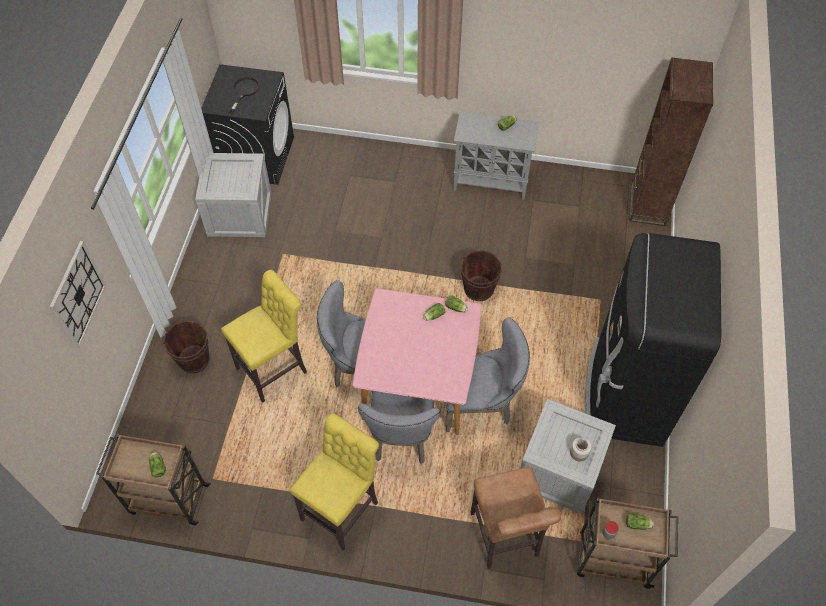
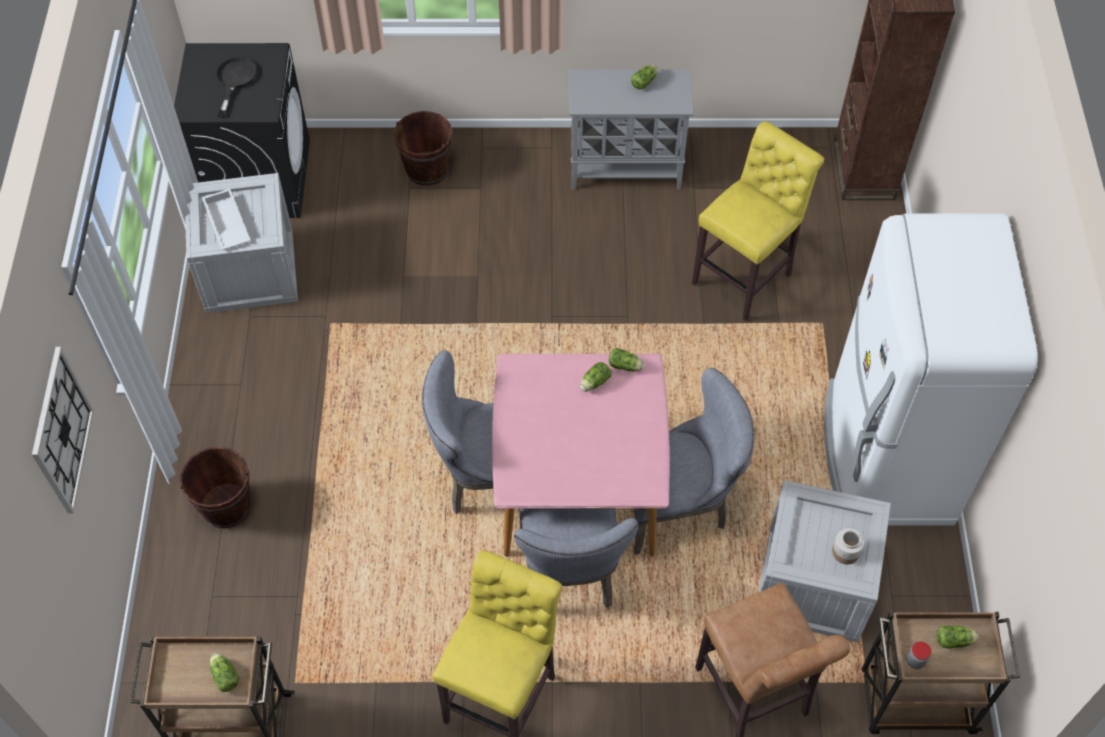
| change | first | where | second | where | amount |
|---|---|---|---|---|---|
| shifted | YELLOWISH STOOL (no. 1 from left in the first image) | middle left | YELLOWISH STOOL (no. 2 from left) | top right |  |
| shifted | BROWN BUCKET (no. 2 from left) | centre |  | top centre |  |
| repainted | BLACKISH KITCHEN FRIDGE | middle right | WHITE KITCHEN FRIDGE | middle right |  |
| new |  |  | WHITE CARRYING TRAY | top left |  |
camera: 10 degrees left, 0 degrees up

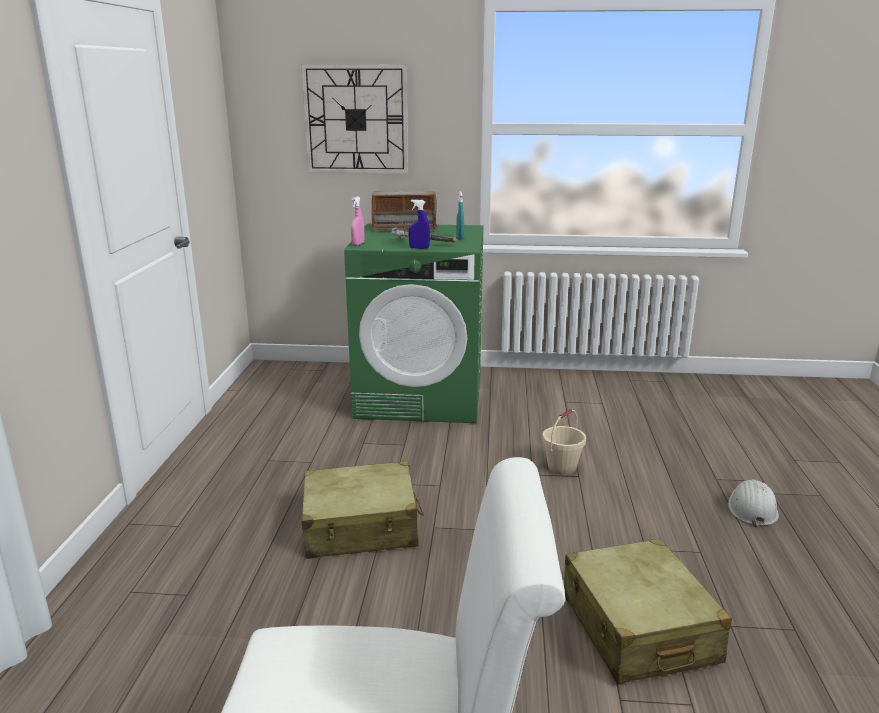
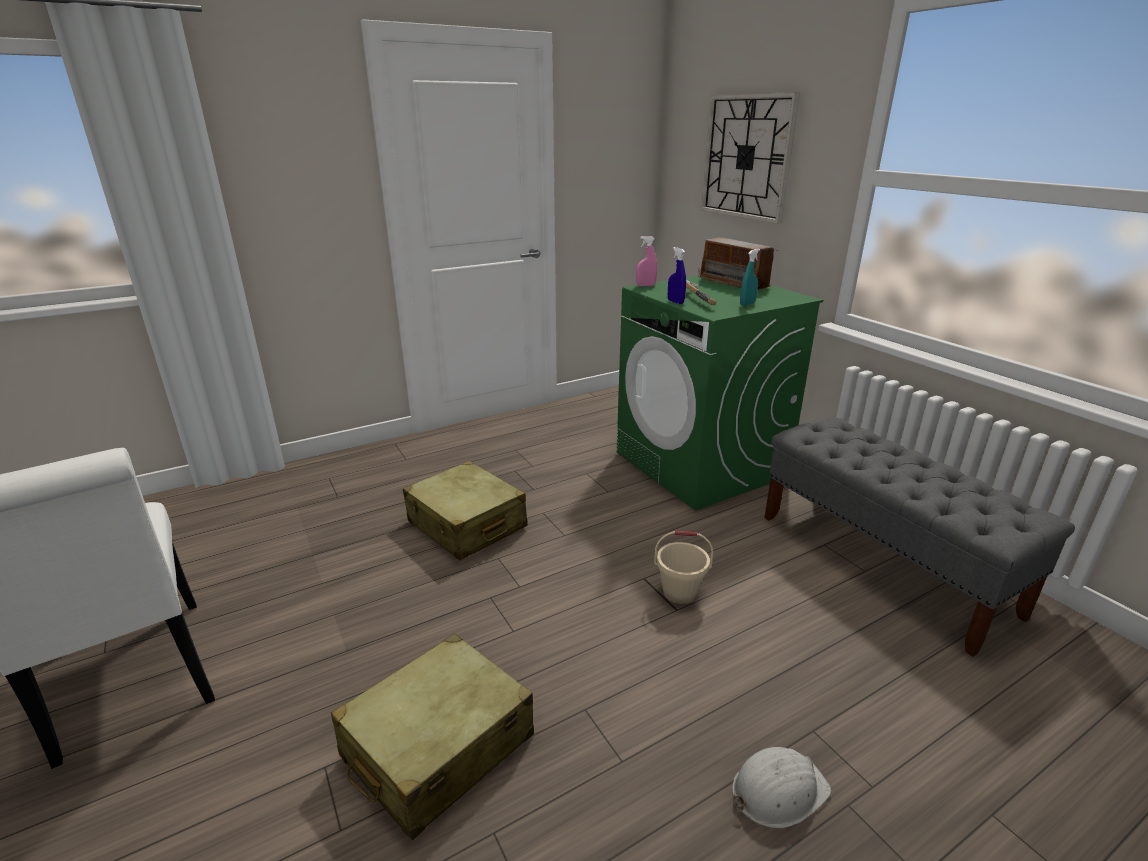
| change | first | where | second | where | amount |
|---|---|---|---|---|---|
| new |  |  | GREYISH LONG SEAT | middle right |  |
camera: 55 degrees right, 5 degrees up

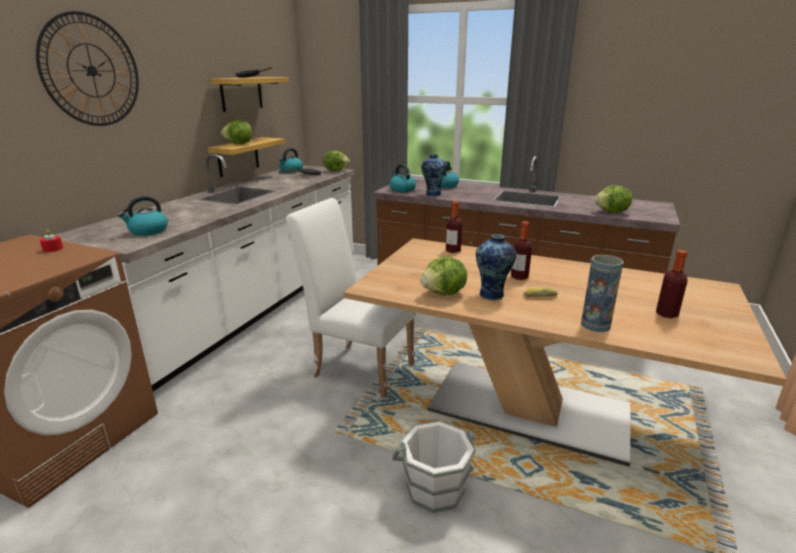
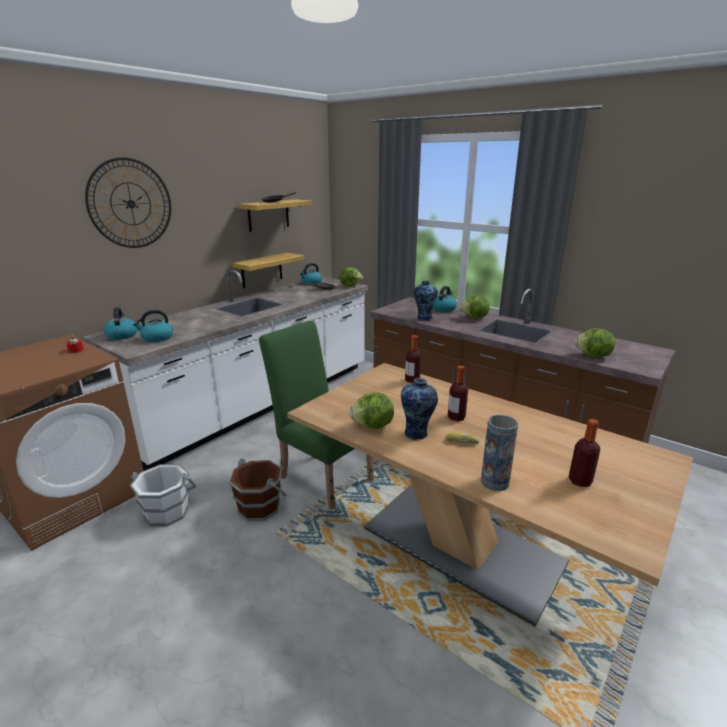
| change | first | where | second | where | amount |
|---|---|---|---|---|---|
| shifted | LETTUCE (no. 1 from left in the first image) | top left | LETTUCE (no. 3 from left) | centre |  |
| repainted | WHITE UPRIGHT CHAIR | centre | GREEN-COLOURED UPRIGHT CHAIR | centre |  |
| shifted | TEA KETTLE (no. 3 from left in the first image) | top centre | TEA KETTLE (no. 1 from left) | middle left |  |
| shifted | WHITE BUCKET | bottom centre |  | bottom left |  |
| new |  |  | BROWN BUCKET | bottom centre |  |
camera: 15 degrees right, 0 degrees up

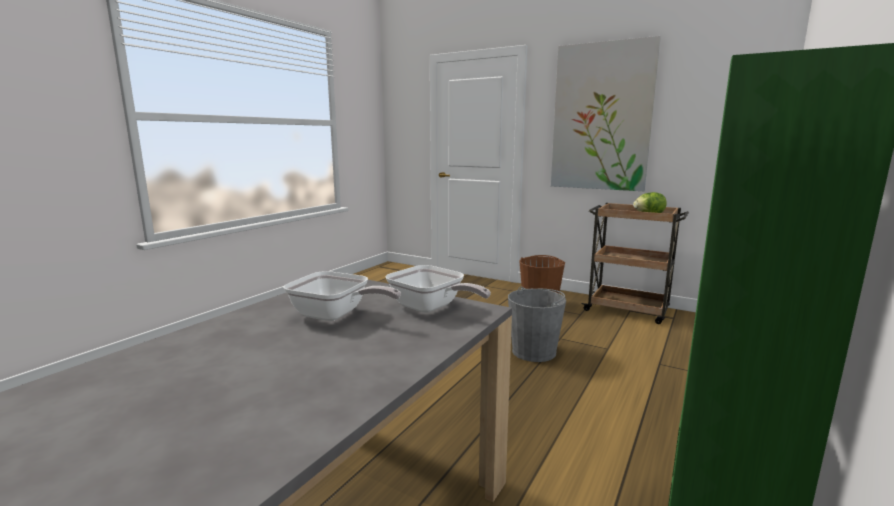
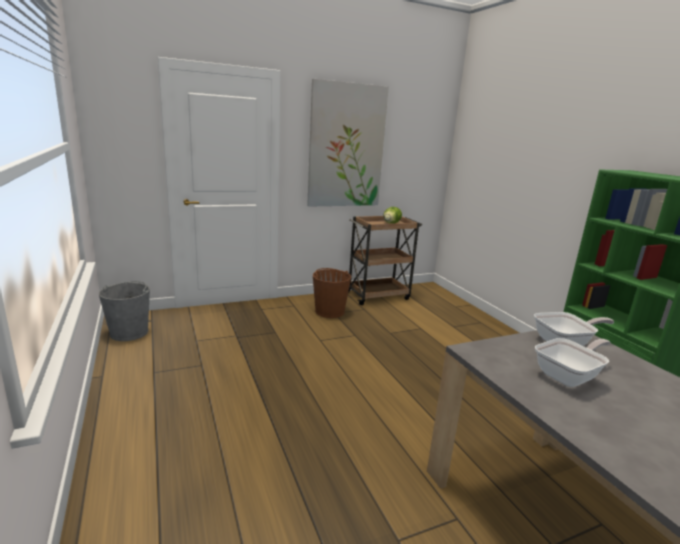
| change | first | where | second | where | amount |
|---|---|---|---|---|---|
| shifted | GREYISH BUCKET | centre |  | middle left |  |
camera: 55 degrees left, 5 degrees up

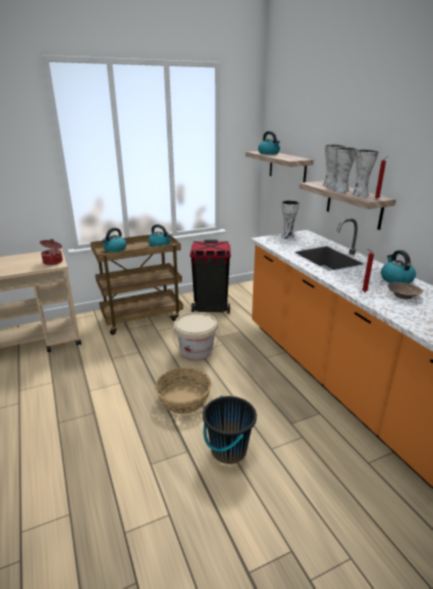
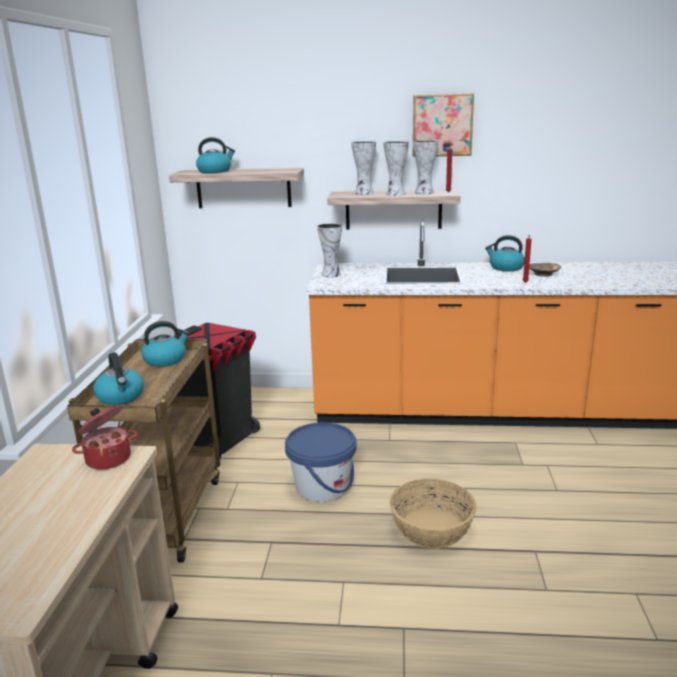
| change | first | where | second | where | amount |
|---|---|---|---|---|---|
| repainted | BEIGE BUCKET | centre | BLUE-COLOURED BUCKET | bottom centre |  |
| gone | BLACKISH BUCKET | bottom centre |  |  |  |
| new |  |  | WALL ART | top centre |  |
camera: 60 degrees left, 5 degrees down

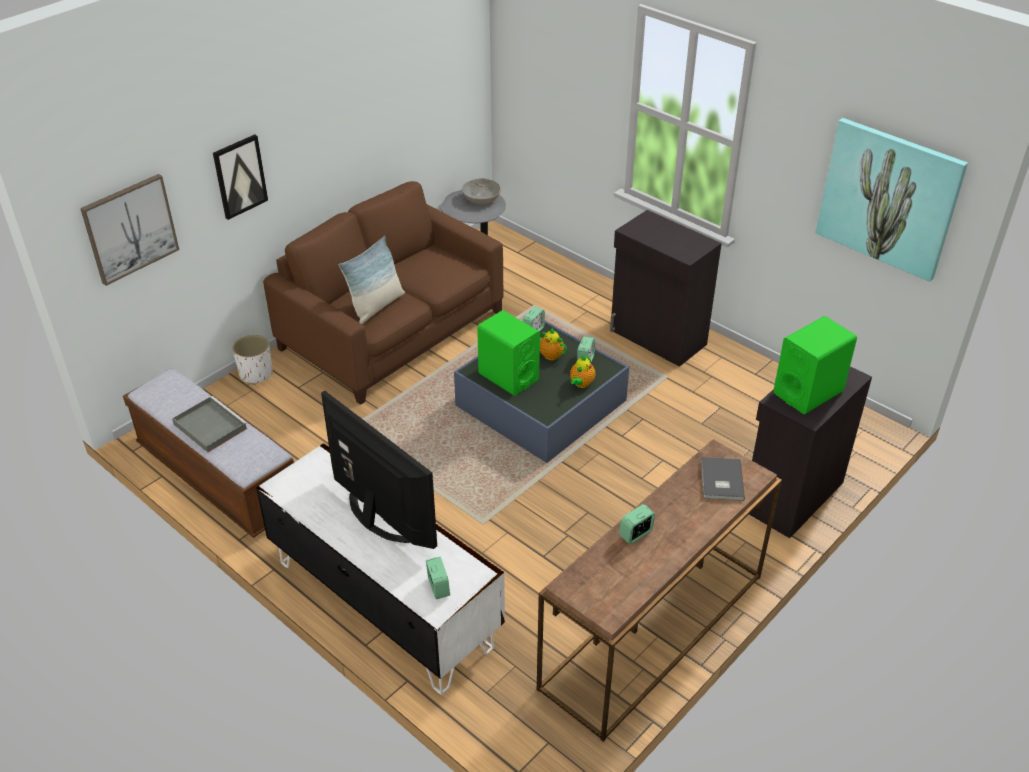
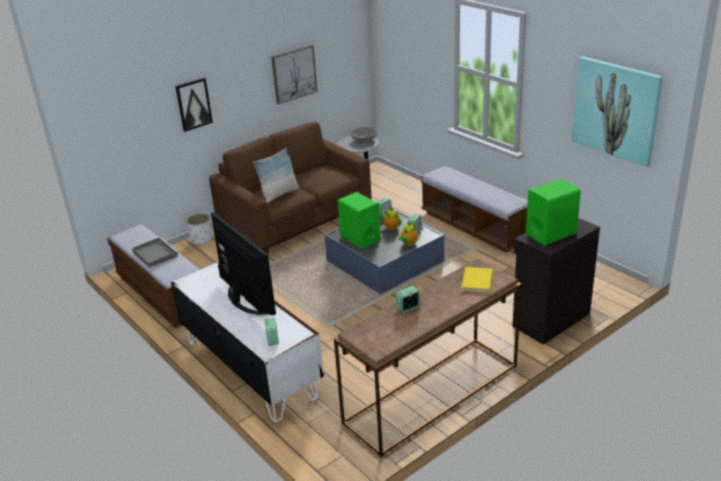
| change | first | where | second | where | amount |
|---|---|---|---|---|---|
| shifted | WALL ART (no. 1 from left in the first image) | top left | WALL ART (no. 2 from left) | top centre |  |
| swapped | BLACKISH CABINET (no. 1 from left) | centre | LONG SEAT (no. 2 from left) | centre |  |
| repainted | GREYISH BOUND BOOK | middle right | YELLOWISH BOUND BOOK | centre |  |
camera: 10 degrees right, 10 degrees down

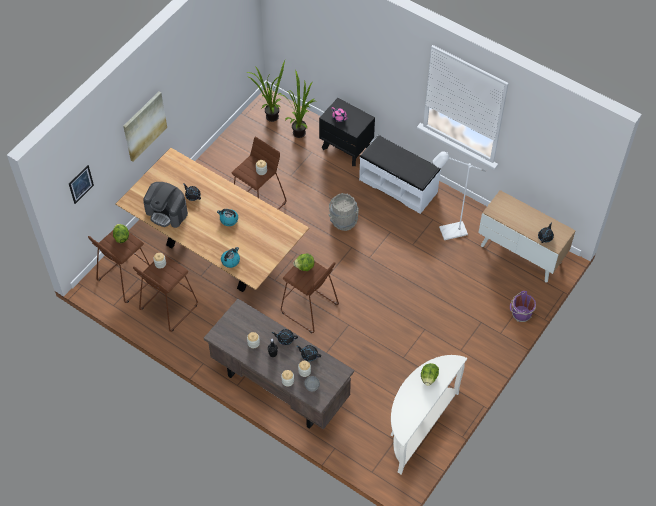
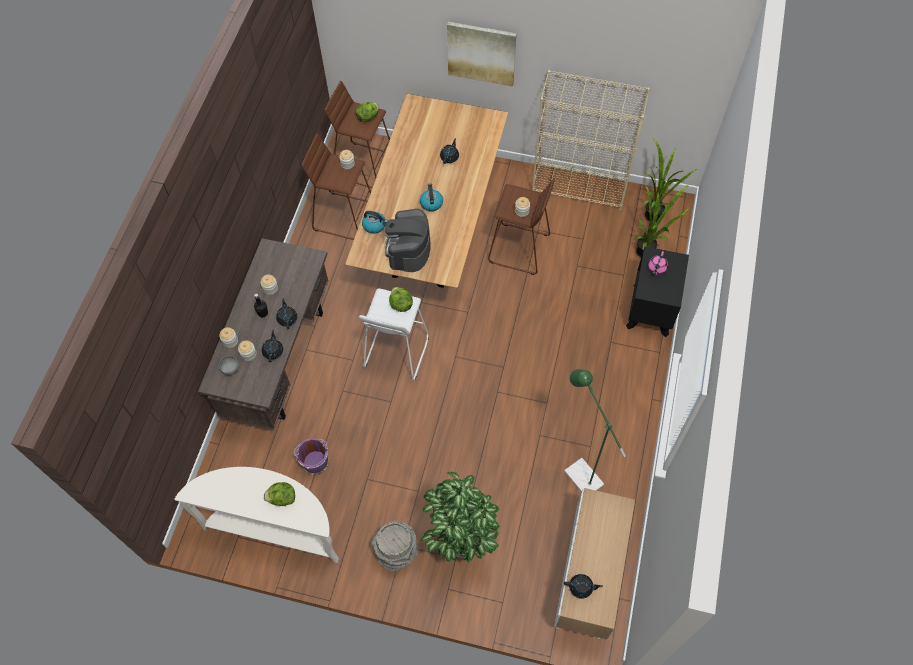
| change | first | where | second | where | amount |
|---|---|---|---|---|---|
| gone | WALL ART (no. 1 from left) | middle left |  |  |  |
| shifted | COFFEE MAKER | middle left |  | centre |  |
| repainted | BROWN STOOL (no. 4 from left) | centre | WHITE STOOL | centre |  |
| shifted | GREYISH BUCKET | centre |  | bottom centre |  |
| gone | WHITE LONG SEAT | centre |  |  |  |
| repainted | WHITE STANDARD LAMP | middle right | GREEN-COLOURED STANDARD LAMP | centre |  |
| shifted | PURPLE-COLOURED BUCKET | middle right |  | bottom centre |  |
| new |  |  | PLANT IN A POT (no. 1 from left) | bottom centre |  |
| new |  |  | BEIGE BOOKSHELF | top centre |  |
camera: 70 degrees right, 5 degrees up

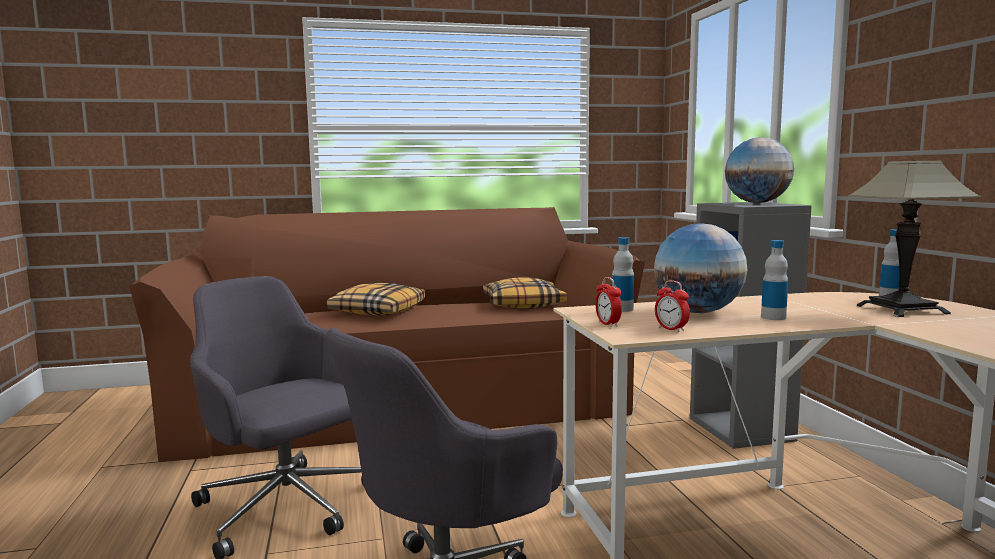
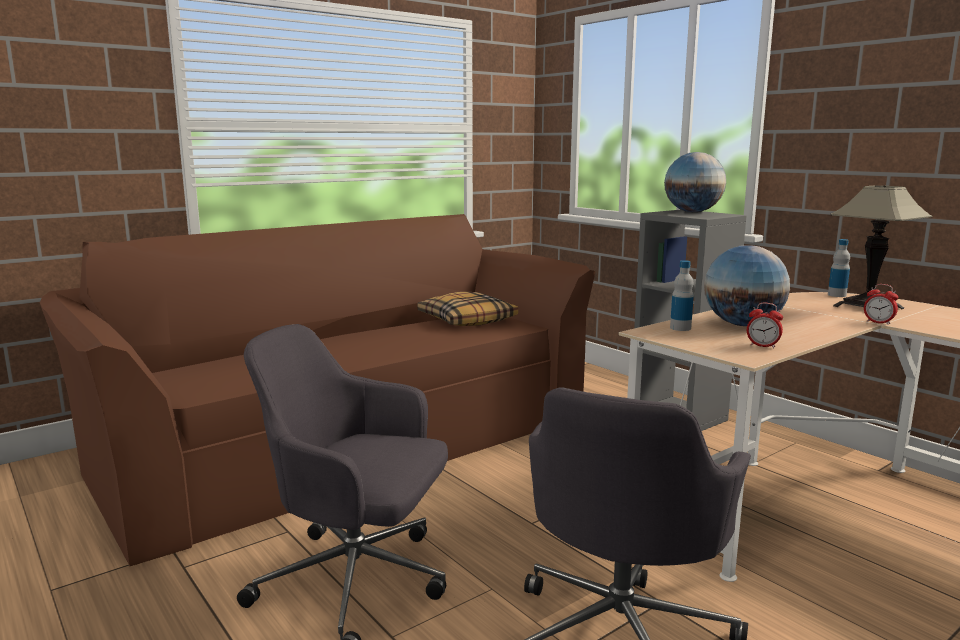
| change | first | where | second | where | amount |
|---|---|---|---|---|---|
| gone | THROW PILLOW (no. 1 from left) | centre |  |  |  |
| shifted | TABLE CLOCK (no. 1 from left in the first image) | centre | TABLE CLOCK (no. 2 from left) | middle right |  |
| gone | BEVERAGE BOTTLE (no. 2 from left) | middle right |  |  |  |
camera: 25 degrees left, 5 degrees up

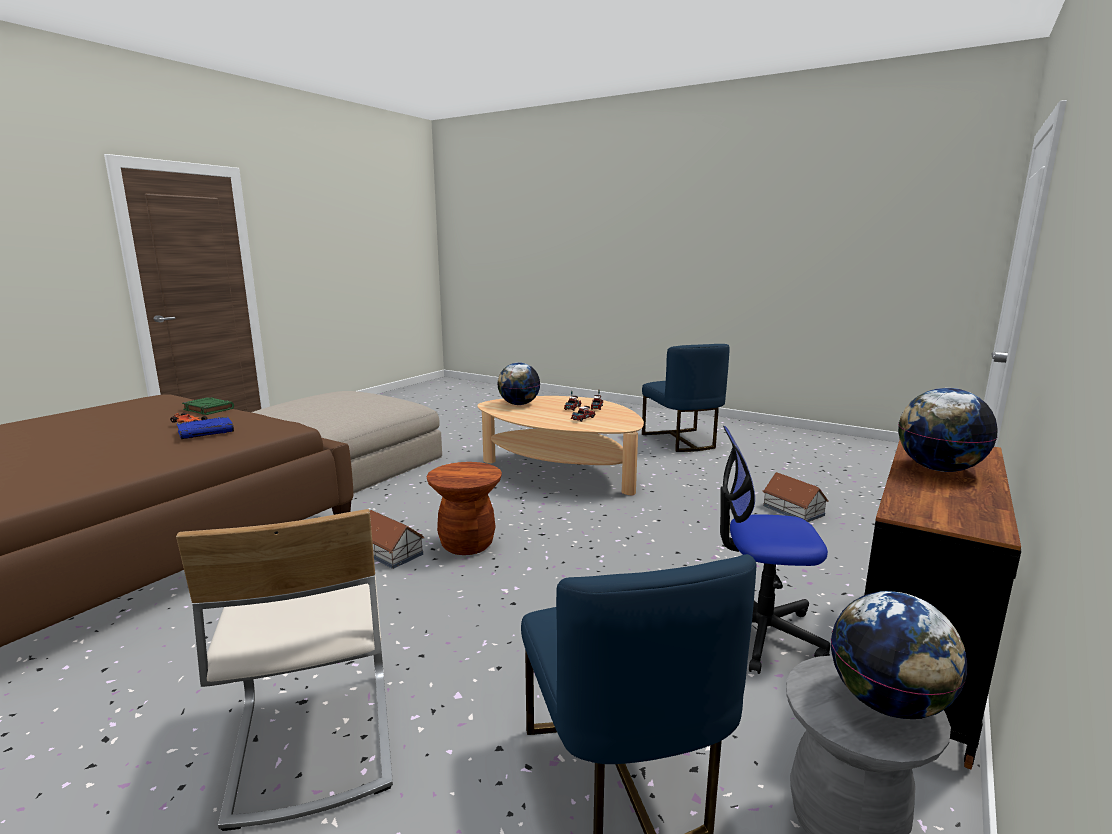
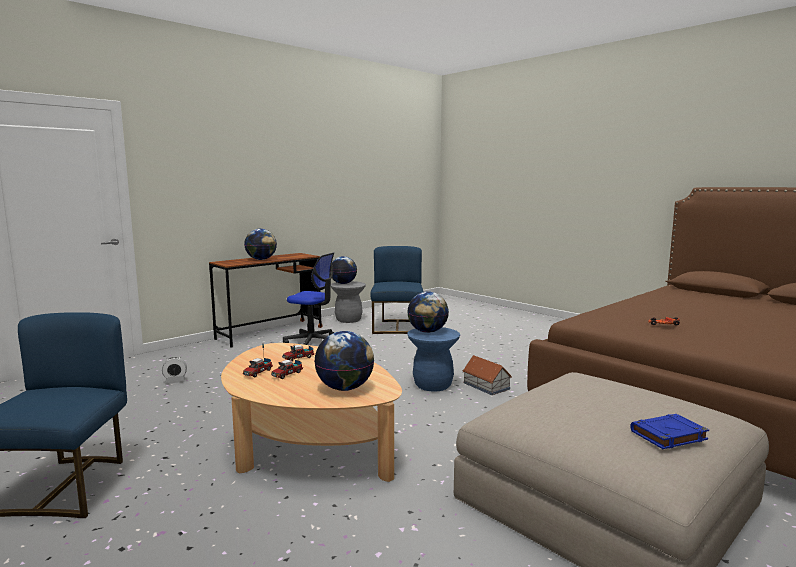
| change | first | where | second | where | amount |
|---|---|---|---|---|---|
| gone | BEIGE UPRIGHT CHAIR | bottom left |  |  |  |
| shifted | BLUE-COLOURED BOUND BOOK | middle left |  | bottom right |  |
| gone | GREEN-COLOURED BOUND BOOK | middle left |  |  |  |
| repainted | BROWN STOOL | centre | BLUE-COLOURED STOOL | centre |  |
| swapped | TOY HOUSE (no. 2 from left) | middle right | TABLE CLOCK | middle left |  |
| new |  |  | DESK GLOBE (no. 4 from left) | centre |  |
camera: 165 degrees left, 5 degrees down

